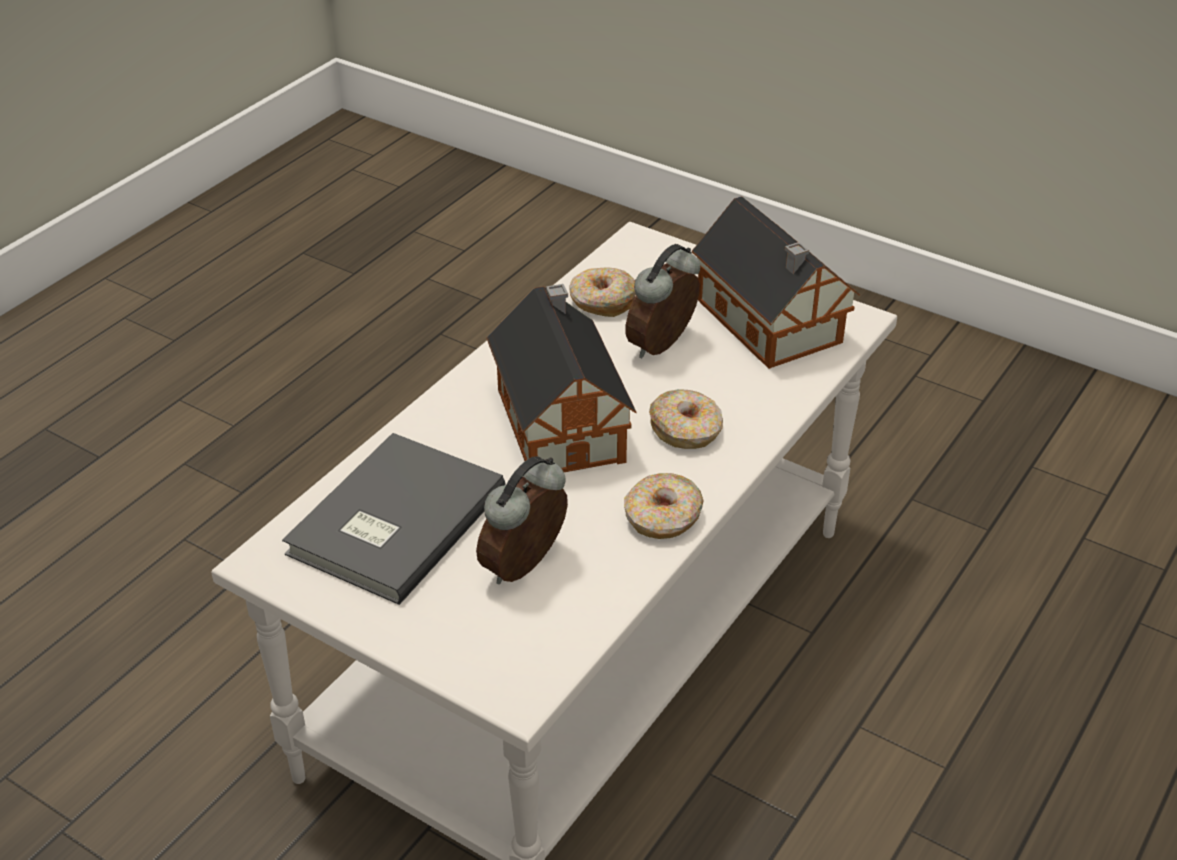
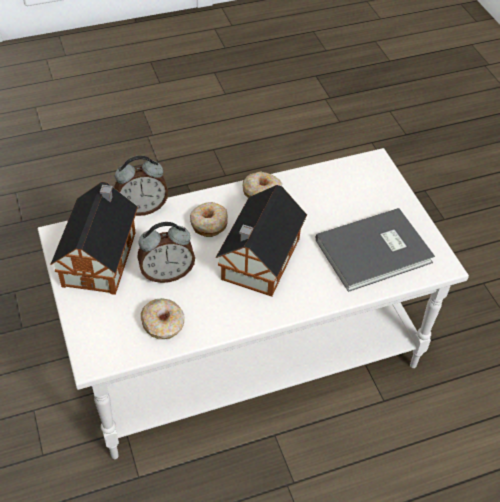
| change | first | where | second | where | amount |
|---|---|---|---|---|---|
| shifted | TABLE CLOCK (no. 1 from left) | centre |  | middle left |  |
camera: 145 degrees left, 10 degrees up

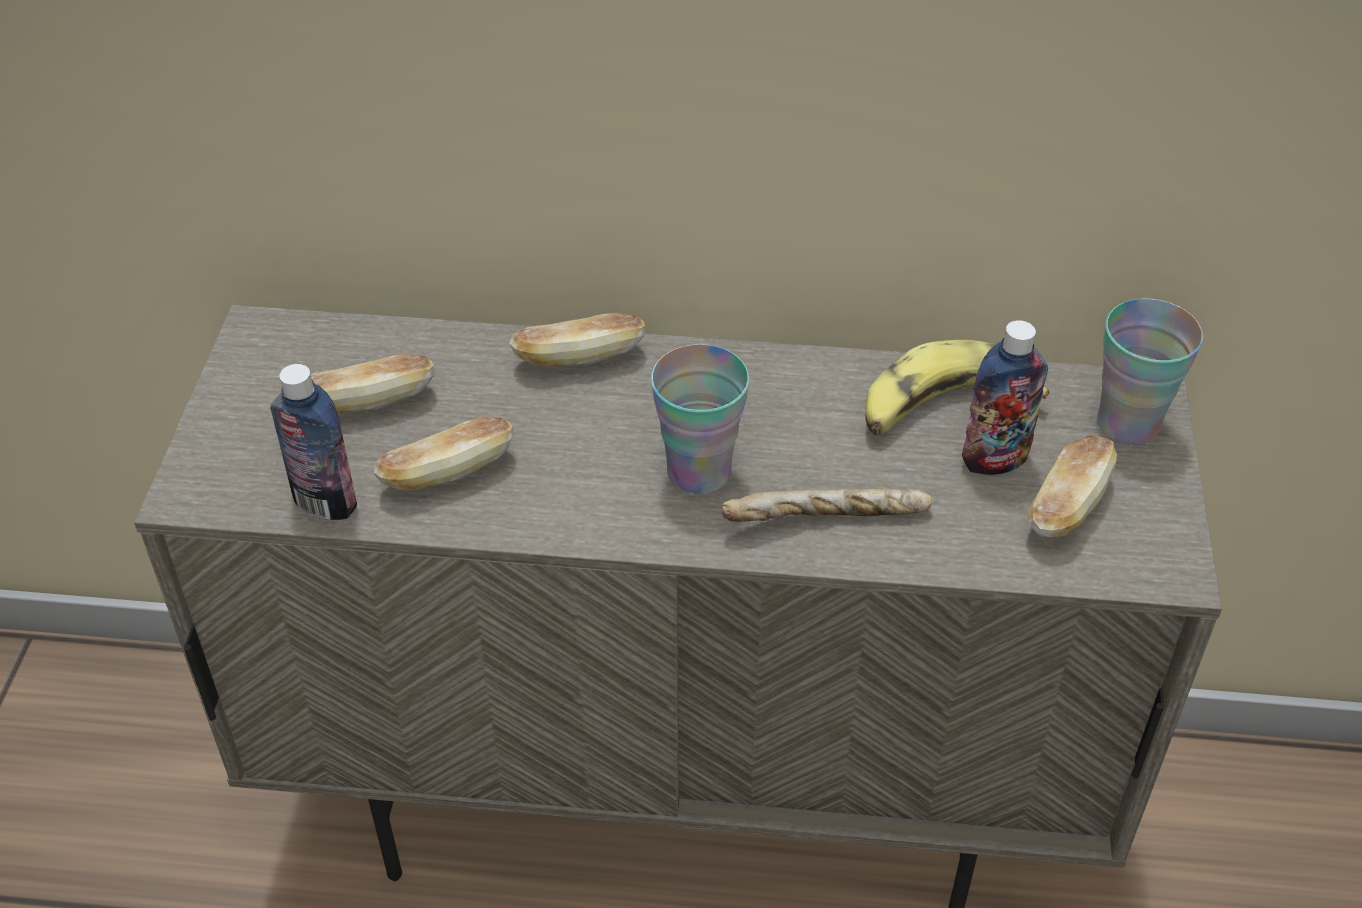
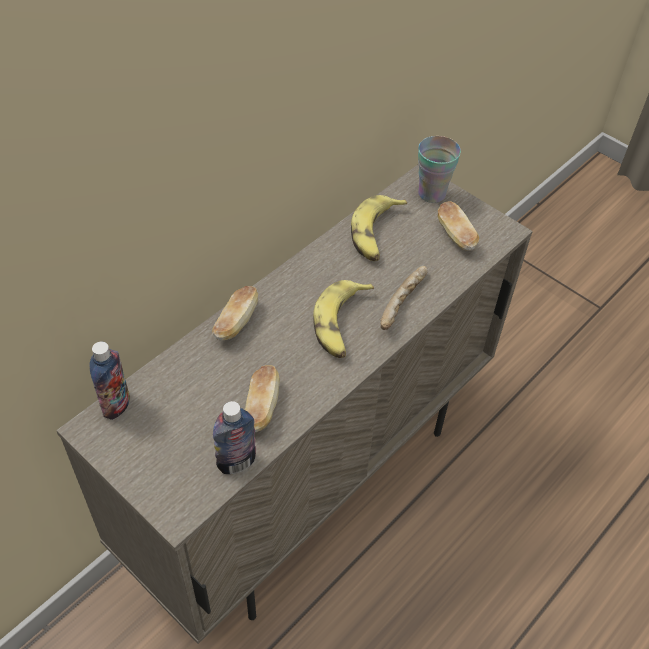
| change | first | where | second | where | amount |
|---|---|---|---|---|---|
| gone | BREAD (no. 1 from left) | middle left |  |  |  |
| swapped | SMALL CUP (no. 1 from left) | centre | BANANA FRUIT (no. 1 from left) | centre |  |
| shifted | BEVERAGE BOTTLE (no. 2 from left in the first image) | middle right | BEVERAGE BOTTLE (no. 1 from left) | middle left |  |
camera: 55 degrees left, 5 degrees up

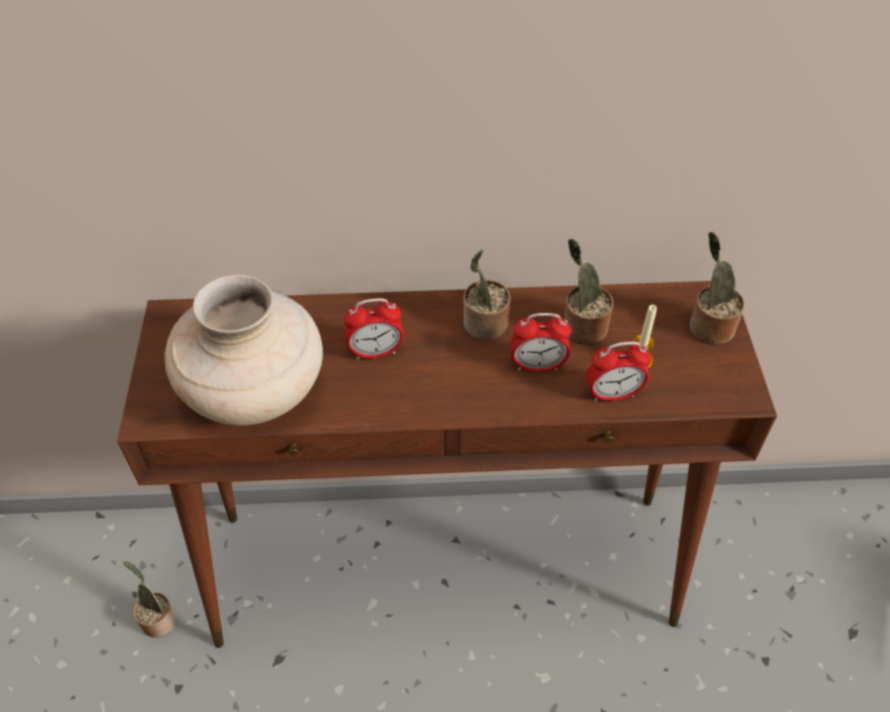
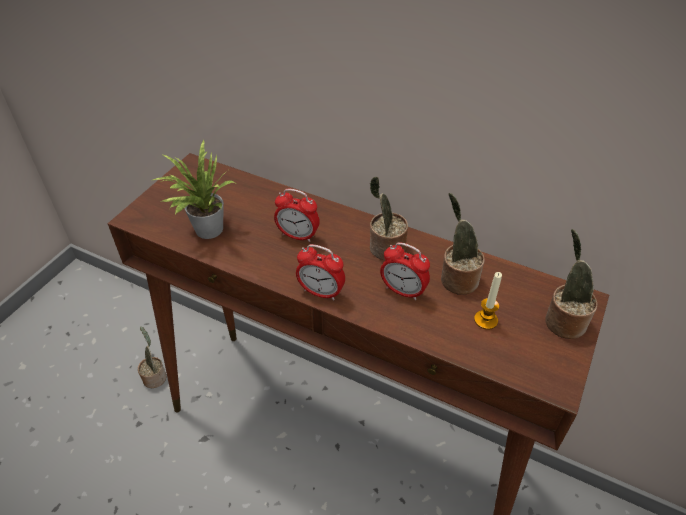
| change | first | where | second | where | amount |
|---|---|---|---|---|---|
| swapped | BEIGE VASE | middle left | PLANT IN A POT (no. 2 from left) | middle left |  |
| shifted | TABLE CLOCK (no. 3 from left in the first image) | middle right | TABLE CLOCK (no. 2 from left) | centre |  |
camera: 30 degrees right, 5 degrees down

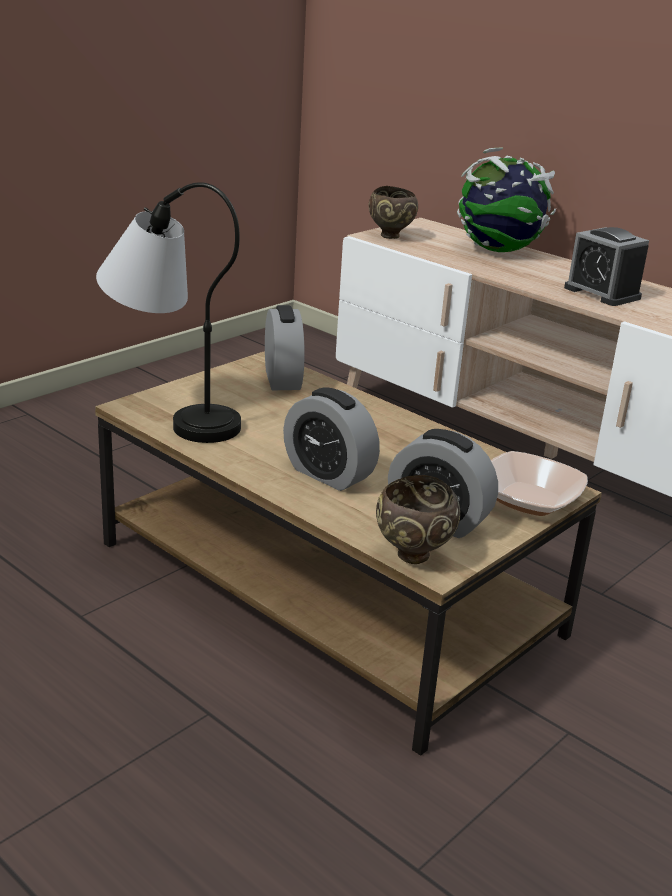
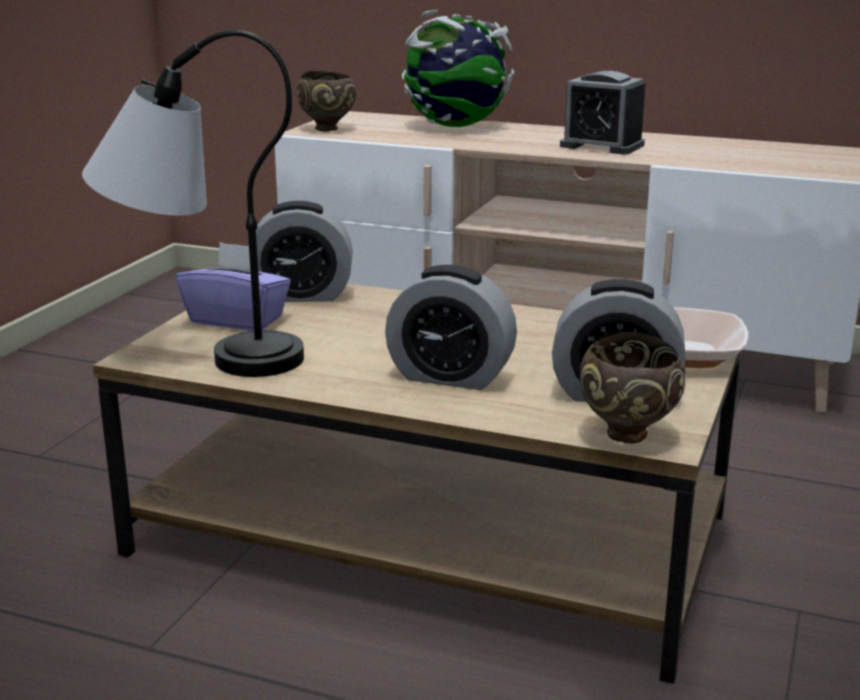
| change | first | where | second | where | amount |
|---|---|---|---|---|---|
| rotated | TABLE CLOCK (no. 1 from left) | centre |  | centre | 120 degrees clockwise |
| new |  |  | PURPLE-COLOURED BOX OF TISSUES | middle left |  |
camera: 20 degrees left, 5 degrees down

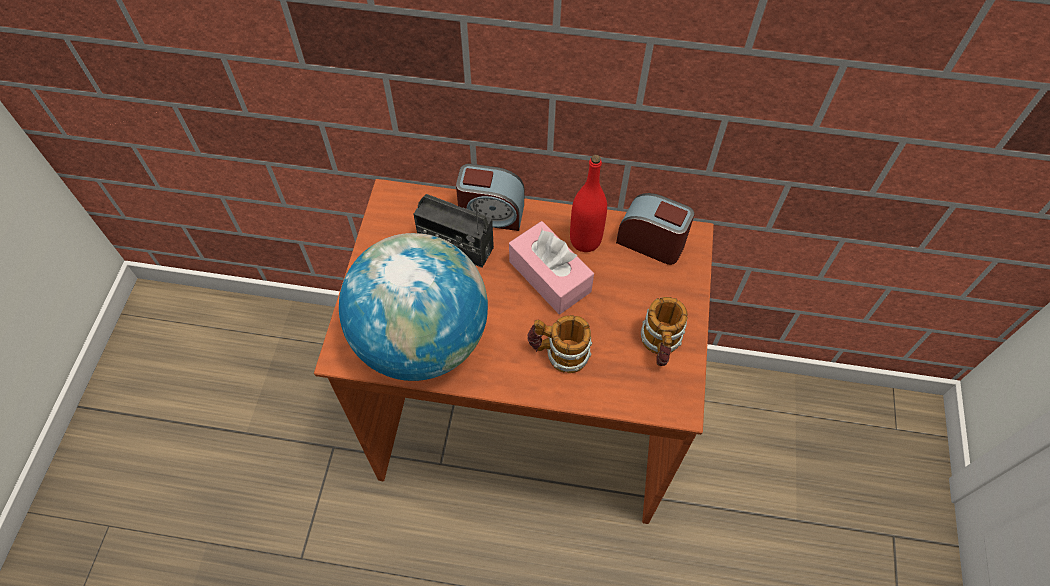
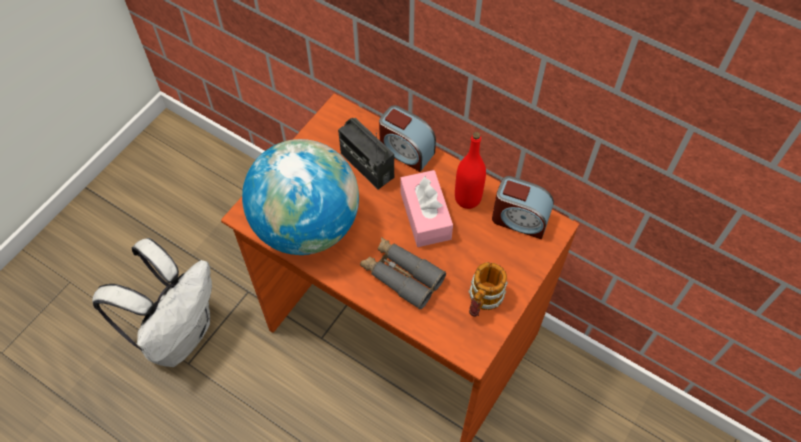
| change | first | where | second | where | amount |
|---|---|---|---|---|---|
| swapped | TEA MUG (no. 1 from left) | centre | GREYISH FIELD GLASSES | centre |  |
| rotated | TABLE CLOCK (no. 2 from left) | centre |  | centre | 150 degrees clockwise |
| new |  |  | WHITE KNAPSACK | bottom left |  |
camera: 25 degrees right, 0 degrees up

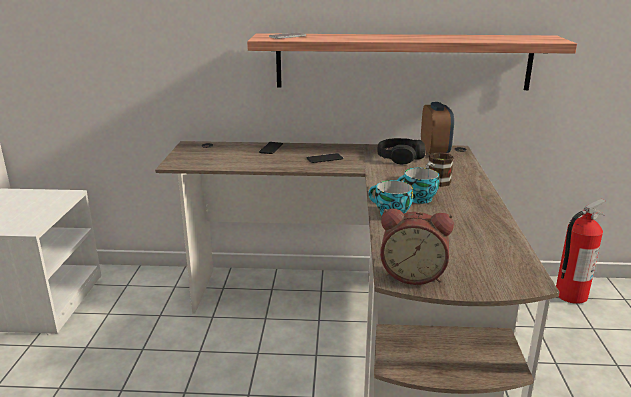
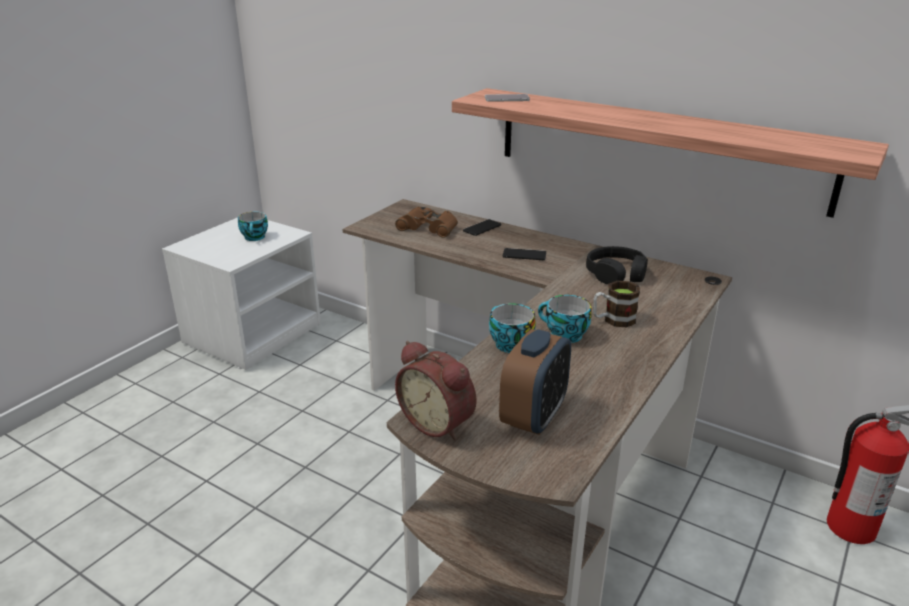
| change | first | where | second | where | amount |
|---|---|---|---|---|---|
| shifted | TABLE CLOCK (no. 2 from left) | top right |  | centre |  |
| new |  |  | SMALL CUP (no. 1 from left) | middle left |  |
| new |  |  | BROWN FIELD GLASSES | centre |  |
camera: 30 degrees right, 5 degrees up

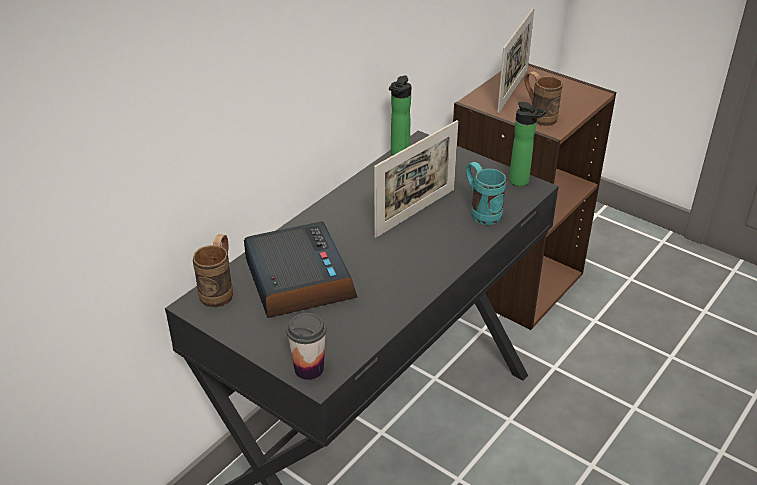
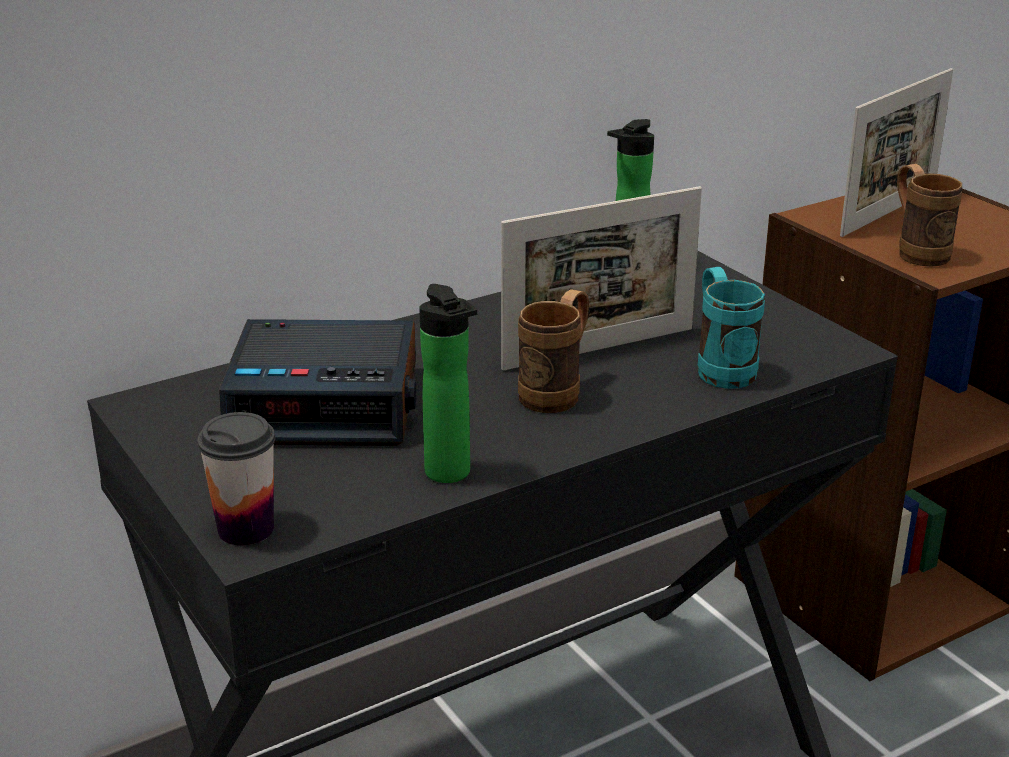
| change | first | where | second | where | amount |
|---|---|---|---|---|---|
| shifted | BROWN TEA MUG (no. 1 from left) | middle left |  | centre |  |
| rotated | TABLE CLOCK | centre |  | middle left | 90 degrees clockwise |
| shifted | BEVERAGE BOTTLE (no. 2 from left in the first image) | top right | BEVERAGE BOTTLE (no. 1 from left) | centre |  |
camera: 20 degrees right, 10 degrees down

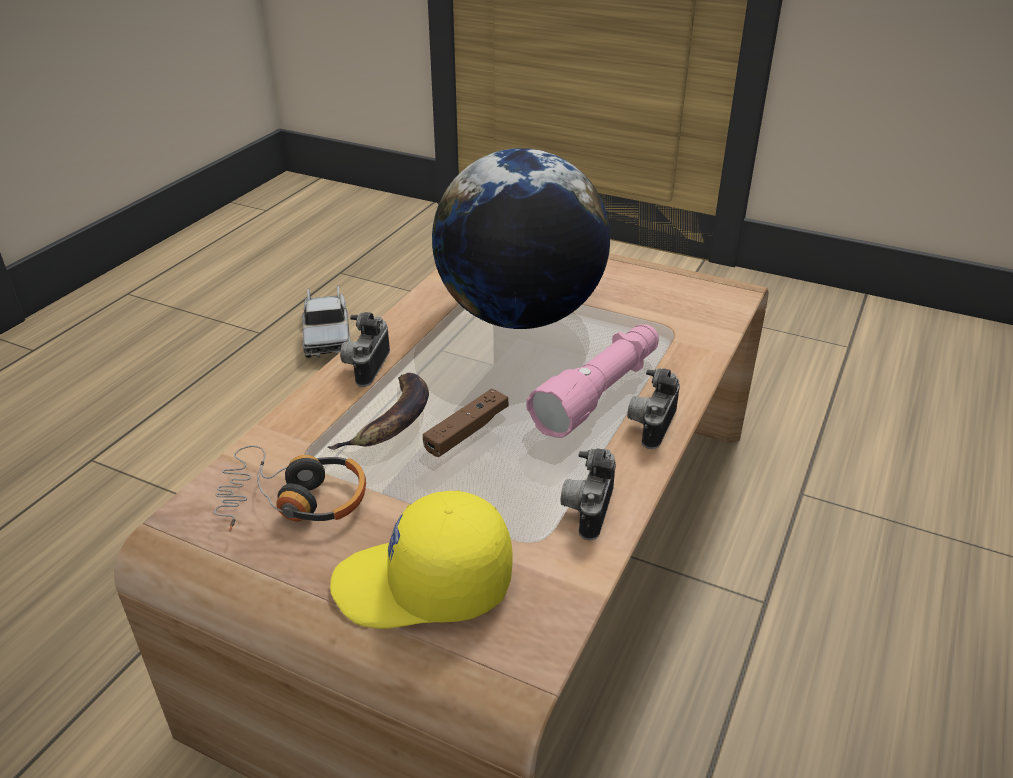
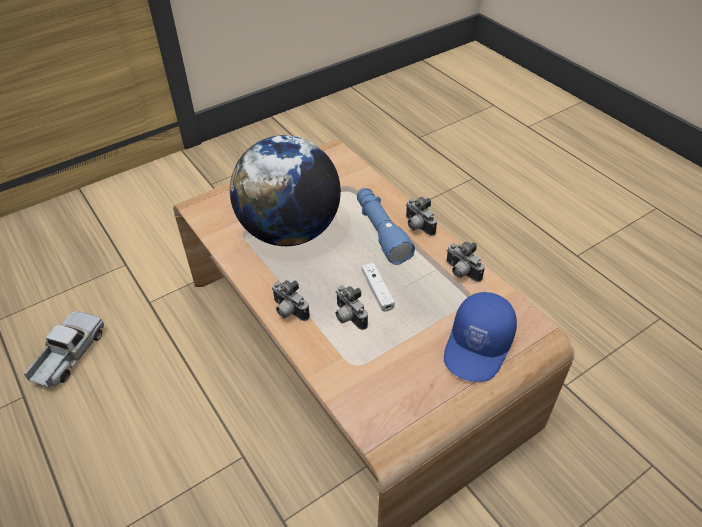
| change | first | where | second | where | amount |
|---|---|---|---|---|---|
| gone | PAIR OF HEADPHONES | middle left |  |  |  |
| rotated | MODEL TRUCK | middle left |  | middle left | 90 degrees counterclockwise |
| swapped | BANANA FRUIT | centre | PHOTO CAMERA (no. 2 from left) | centre |  |
| repainted | YELLOWISH BASEBALL CAP | bottom centre | BLUE-COLOURED BASEBALL CAP | middle right |  |
| repainted | BROWN GAMEPAD | centre | WHITE GAMEPAD | centre |  |
| repainted | PINKISH HAND TORCH | centre | BLUE-COLOURED HAND TORCH | centre |  |
camera: 60 degrees left, 10 degrees up

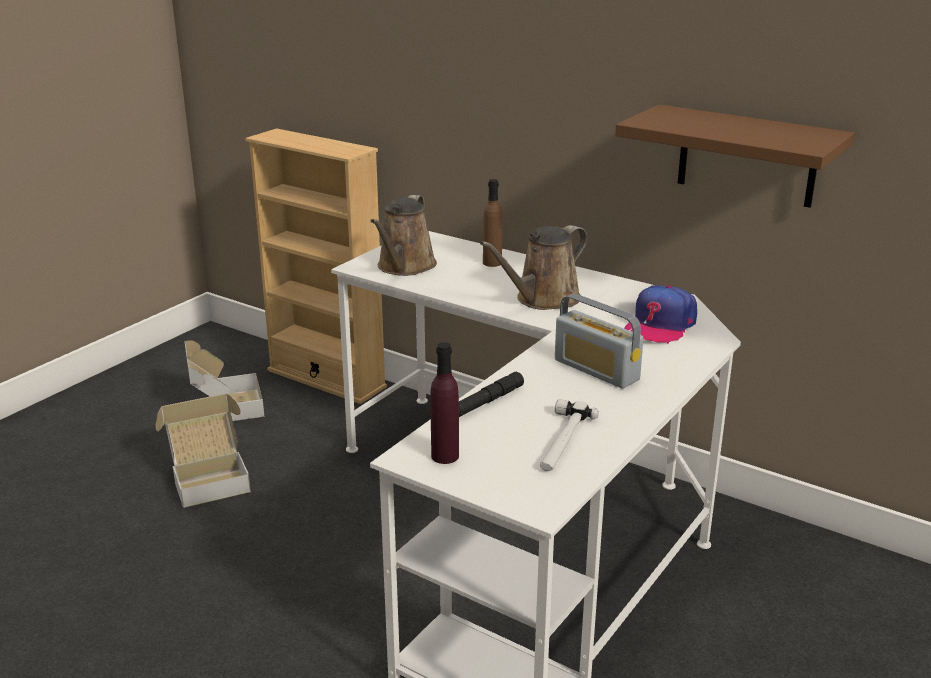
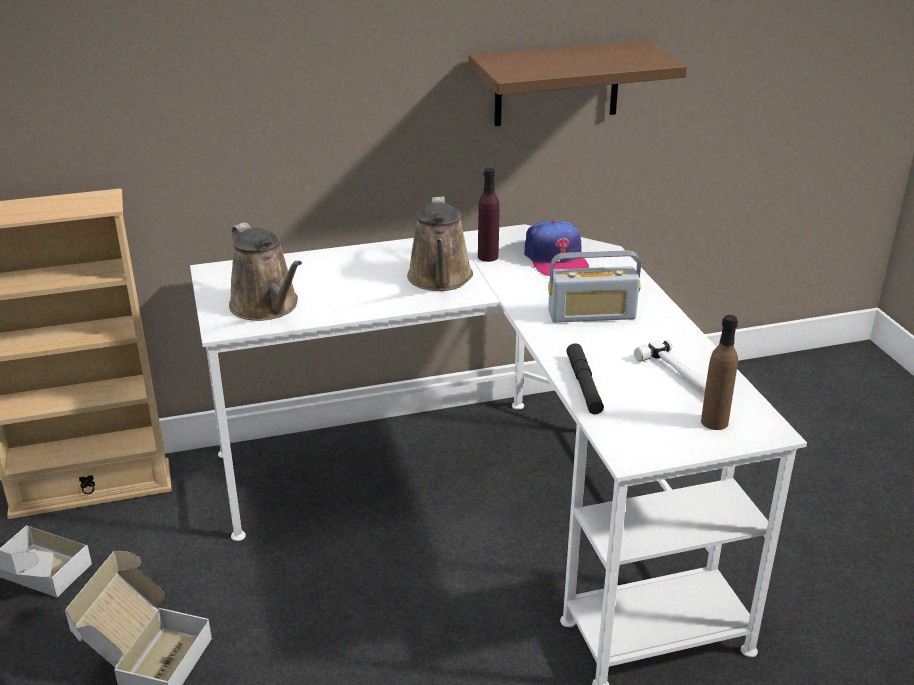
| change | first | where | second | where | amount |
|---|---|---|---|---|---|
| shifted | PURPLE-COLOURED BEVERAGE BOTTLE | centre |  | top centre |  |
| shifted | BROWN BEVERAGE BOTTLE | top centre |  | middle right |  |
camera: 50 degrees left, 5 degrees up

